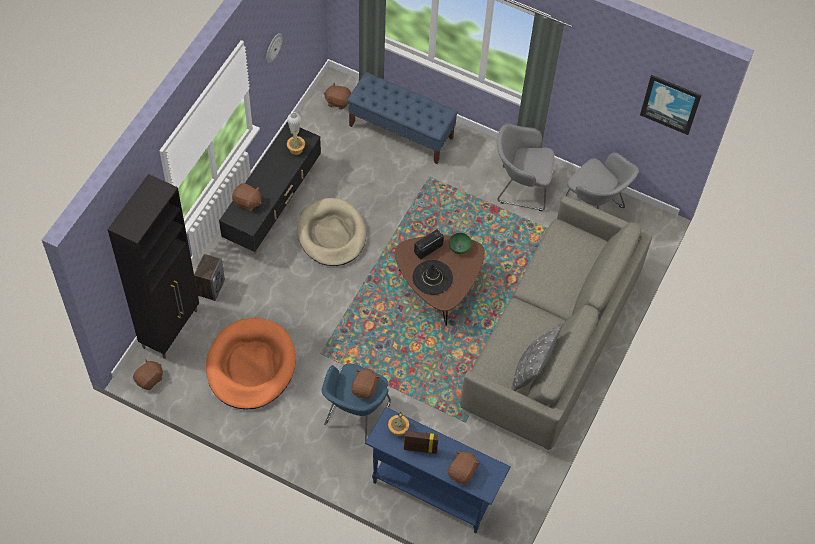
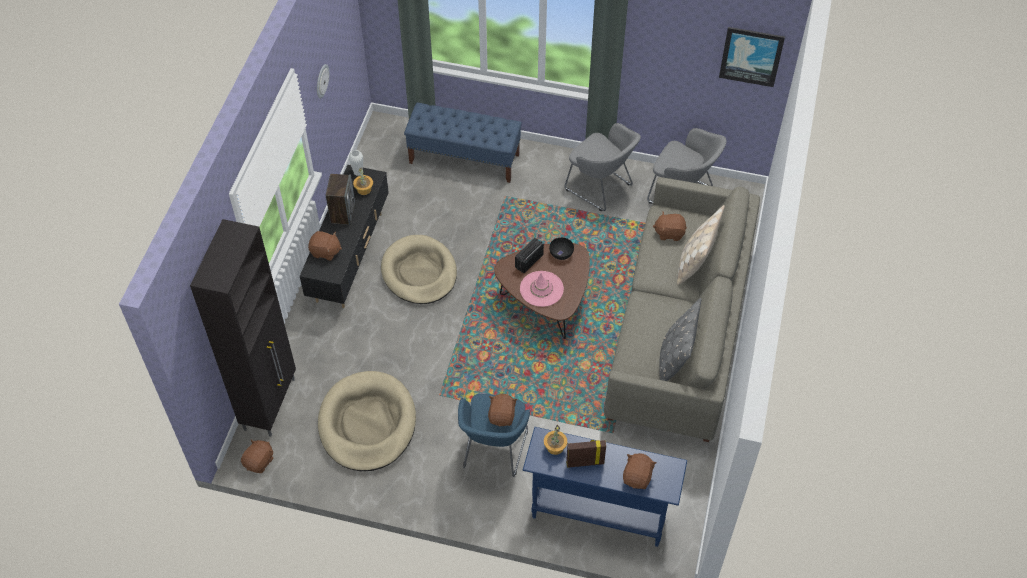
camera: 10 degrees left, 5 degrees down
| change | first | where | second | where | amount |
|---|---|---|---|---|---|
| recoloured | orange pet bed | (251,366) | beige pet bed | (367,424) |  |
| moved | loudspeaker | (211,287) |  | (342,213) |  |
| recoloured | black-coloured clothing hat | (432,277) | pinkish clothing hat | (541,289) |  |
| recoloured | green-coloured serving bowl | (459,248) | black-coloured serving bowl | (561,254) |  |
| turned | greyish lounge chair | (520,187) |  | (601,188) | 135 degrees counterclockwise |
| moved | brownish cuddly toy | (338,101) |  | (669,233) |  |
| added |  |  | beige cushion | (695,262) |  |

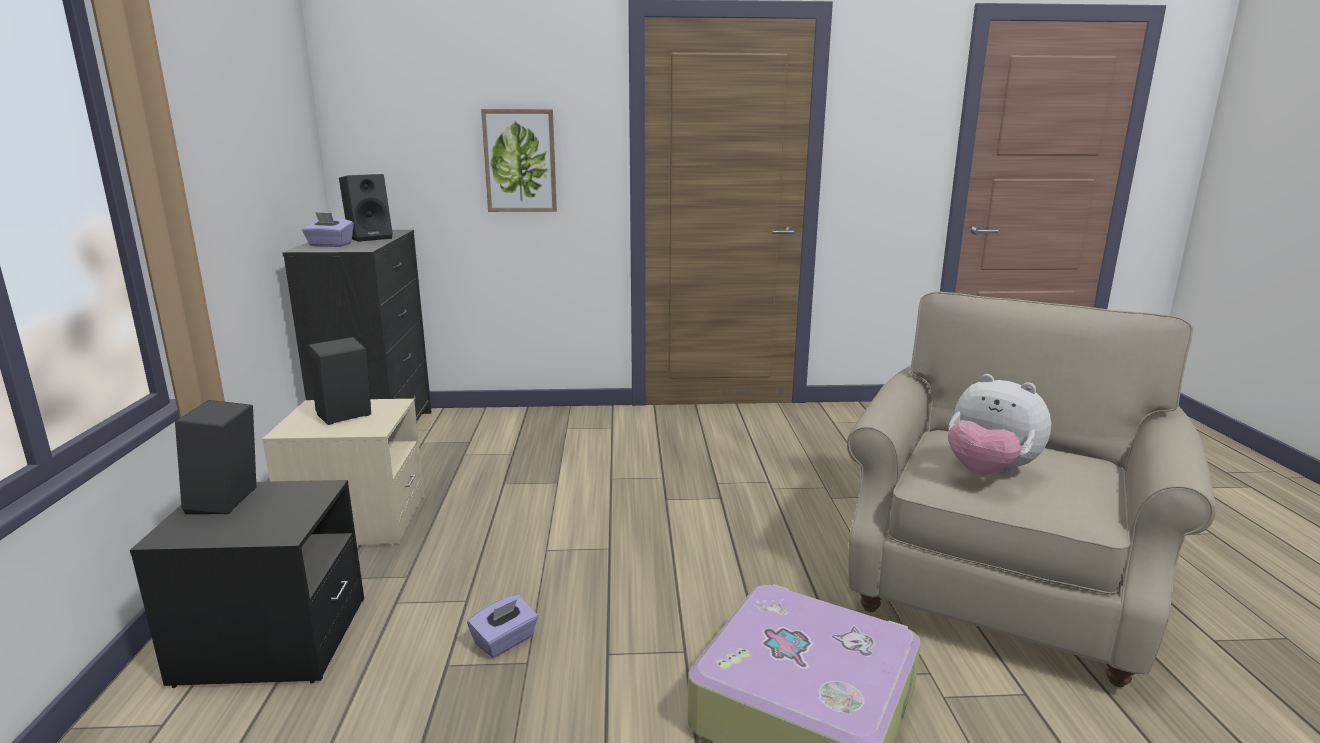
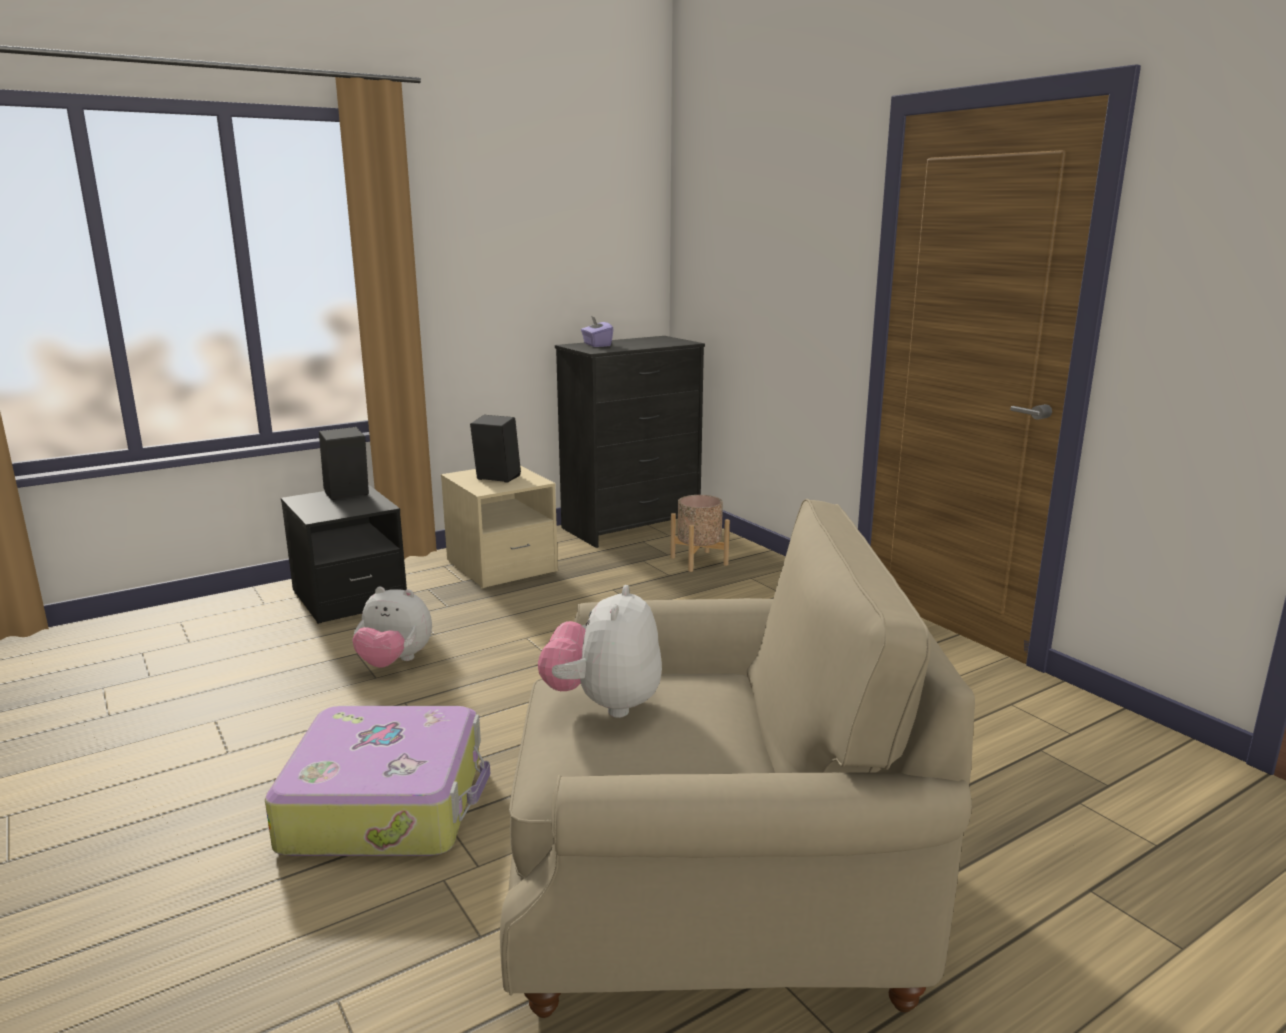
camera: 60 degrees right, 0 degrees up
| change | first | where | second | where | amount |
|---|---|---|---|---|---|
| replaced | purple-coloured tissue holder | (505,641) | cuddly toy | (394,662) |  |
| added |  |  | beige flower pot | (698,561) |  |
| removed | black-coloured loudspeaker | (370,238) |  |  |  |
| removed | wall picture | (520,161) |  |  |  |

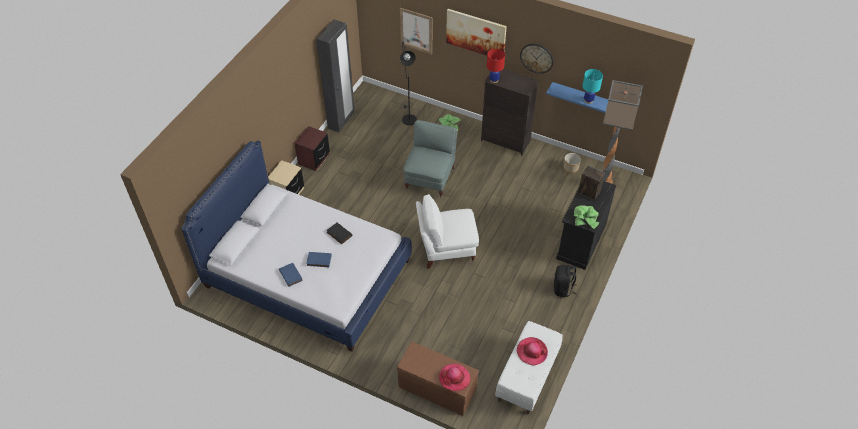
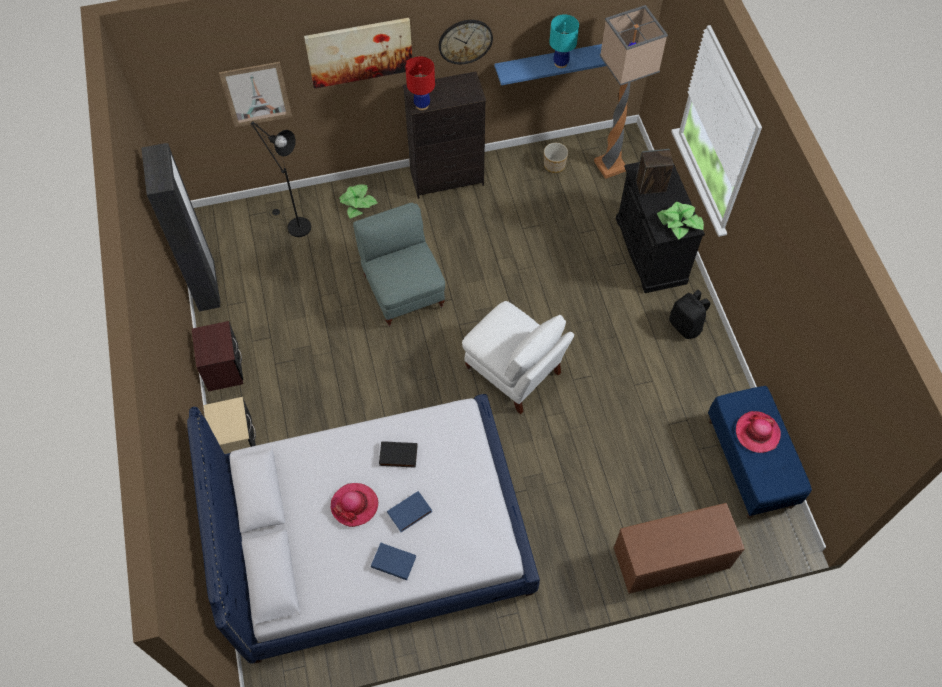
camera: 40 degrees left, 10 degrees up
| change | first | where | second | where | amount |
|---|---|---|---|---|---|
| moved | clothing hat | (454,378) |  | (354,505) |  |
| turned | whitish lounge chair | (446,249) |  | (514,372) | 90 degrees counterclockwise |
| recoloured | whitish indoor bench | (527,377) | blue indoor bench | (750,463) |  |

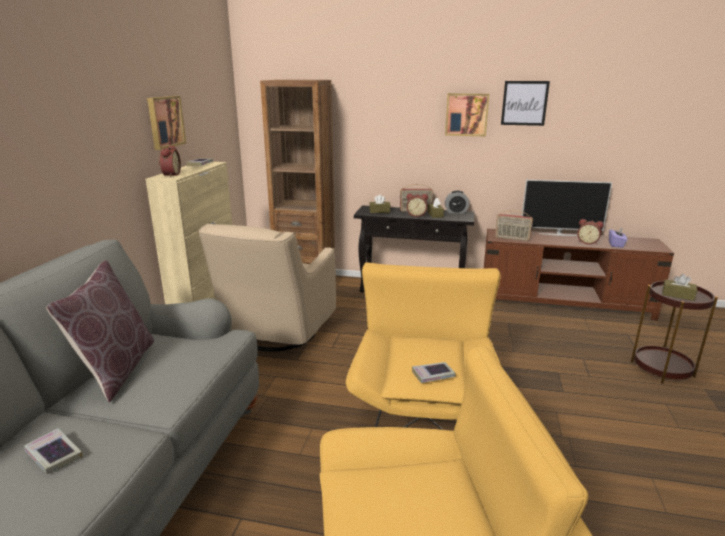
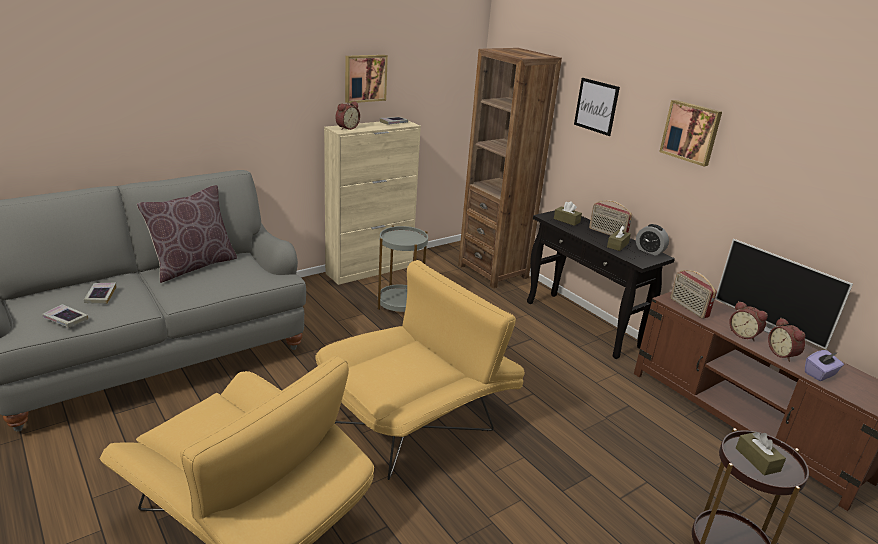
camera: 40 degrees right, 5 degrees up
| change | first | where | second | where | amount |
|---|---|---|---|---|---|
| moved | bound book | (433,375) |  | (65,319) |  |
| replaced | beige lounge chair | (276,334) | greyish accent table | (400,304) |  |
| moved | wall picture | (524,103) |  | (596,106) |  |
| moved | alarm clock | (416,215) |  | (744,334) |  |

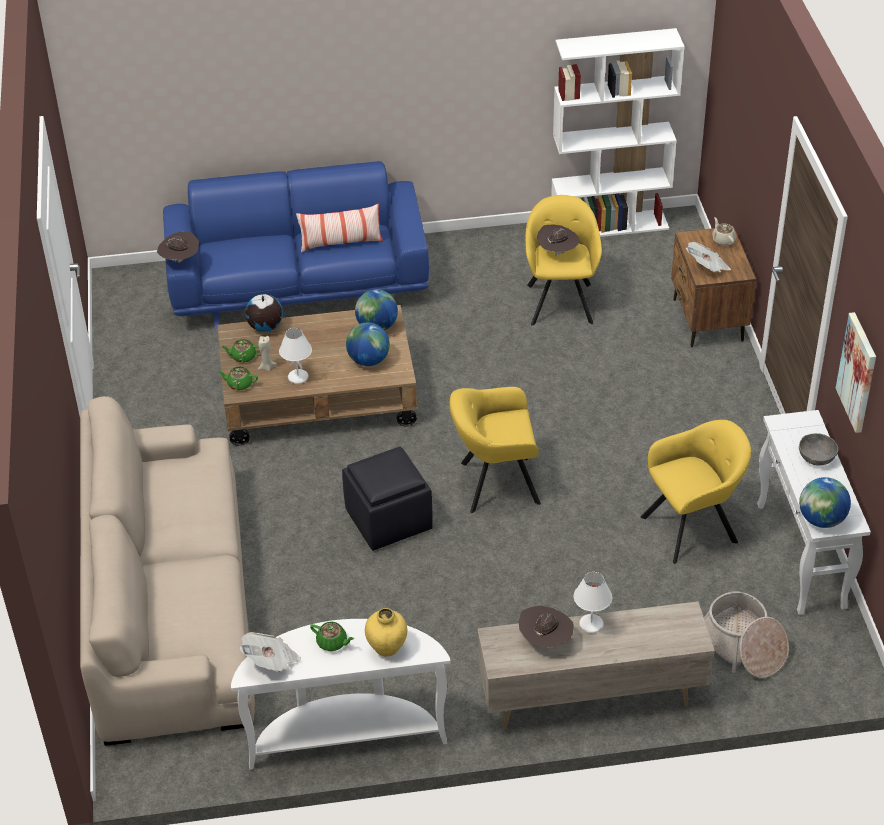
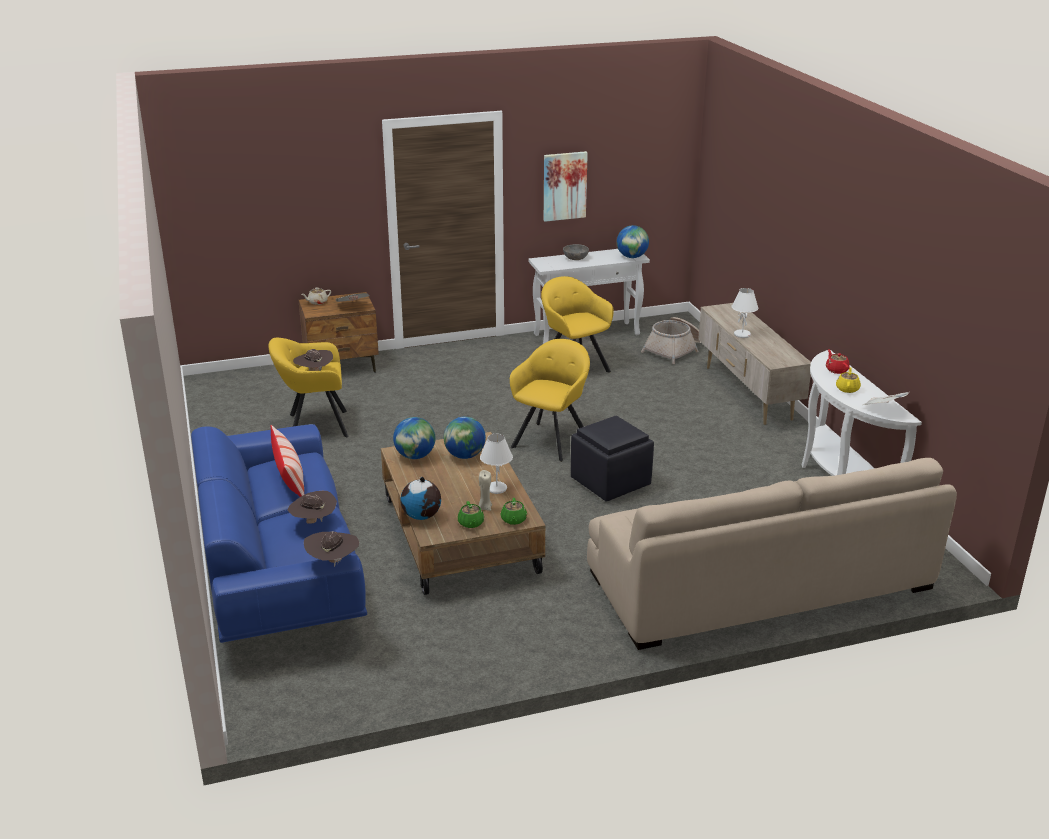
camera: 100 degrees left, 15 degrees down
| change | first | where | second | where | amount |
|---|---|---|---|---|---|
| moved | brownish clothing hat | (545,640) |  | (313,522) |  |
| turned | yellow lounge chair | (495,483) |  | (552,439) | 135 degrees counterclockwise |
| replaced | yellow flower vase | (387,648) | reddish tea pot | (836,370) |  |
| recoloured | green-coloured tea pot | (332,642) | yellow tea pot | (847,389) |  |
| removed | whitish bookcase | (610,225) |  |  |  |

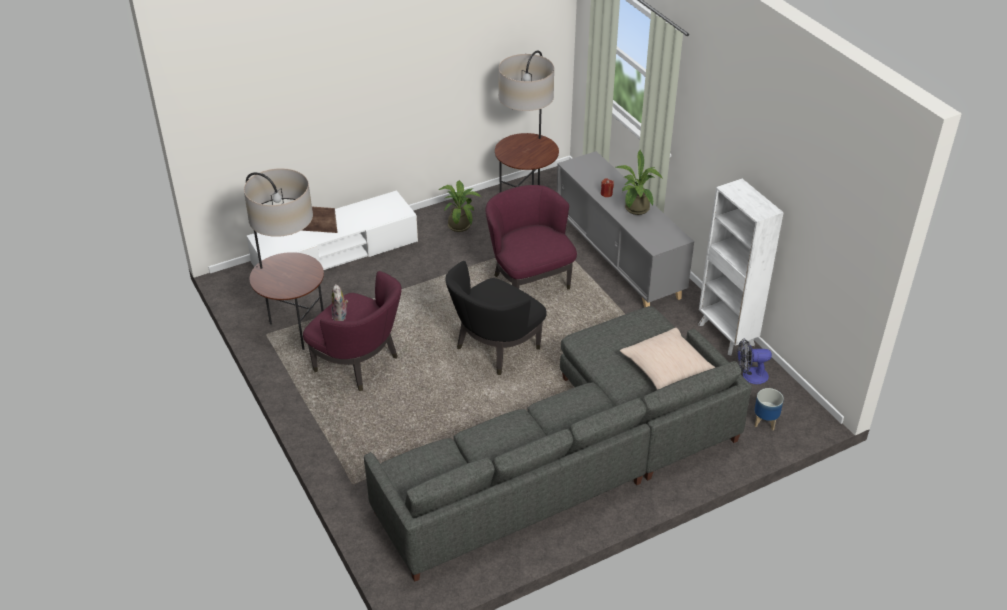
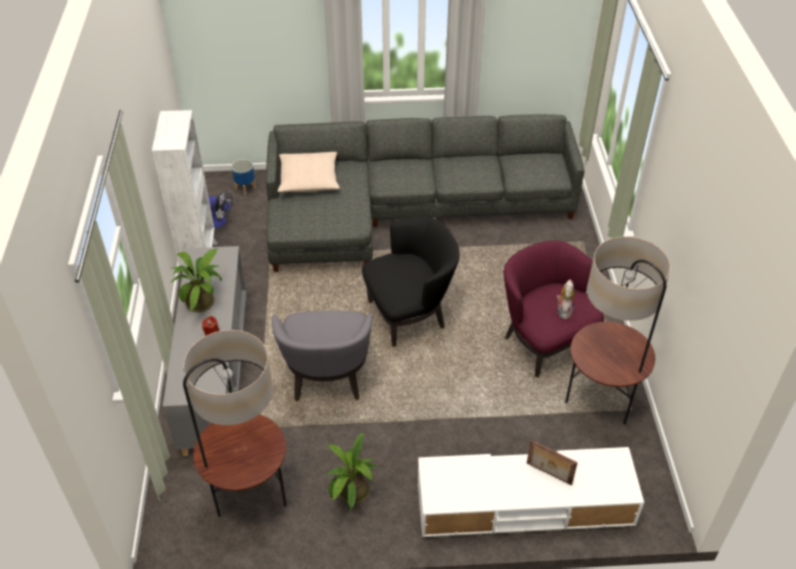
camera: 155 degrees left, 5 degrees up
| change | first | where | second | where | amount |
|---|---|---|---|---|---|
| recoloured | purple-coloured lounge chair | (529,281) | greyish lounge chair | (327,379) |  |

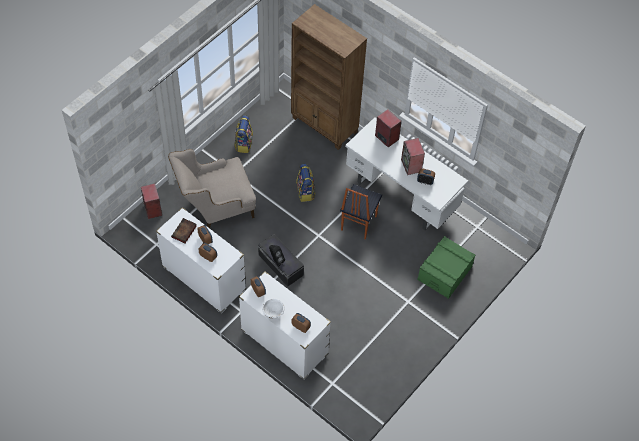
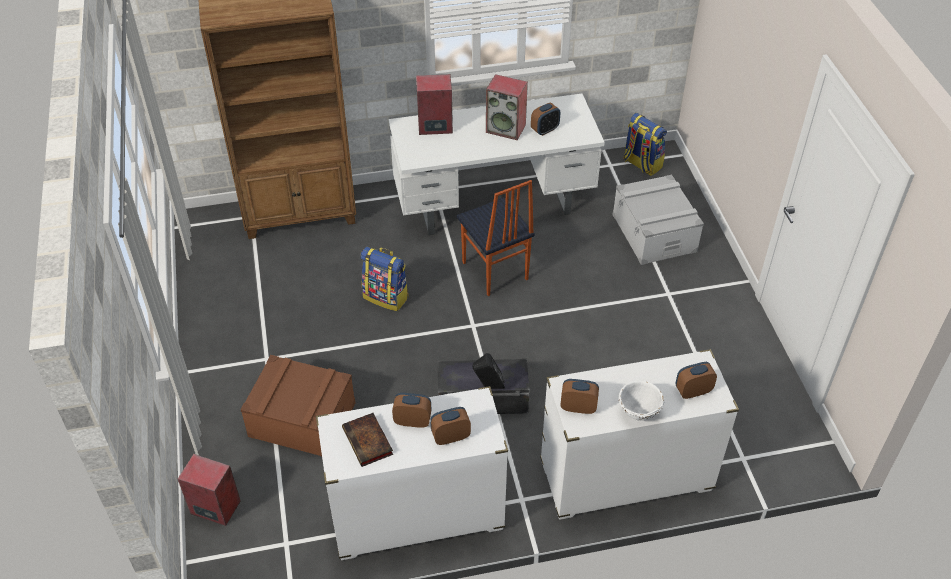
camera: 50 degrees left, 10 degrees down
| change | first | where | second | where | amount |
|---|---|---|---|---|---|
| replaced | beige lounge chair | (215,208) | brownish storage bin | (302,419) |  |
| recoloured | green-coloured storage bin | (444,273) | greyish storage bin | (654,233) |  |
| moved | knapsack | (243,143) |  | (641,164) |  |

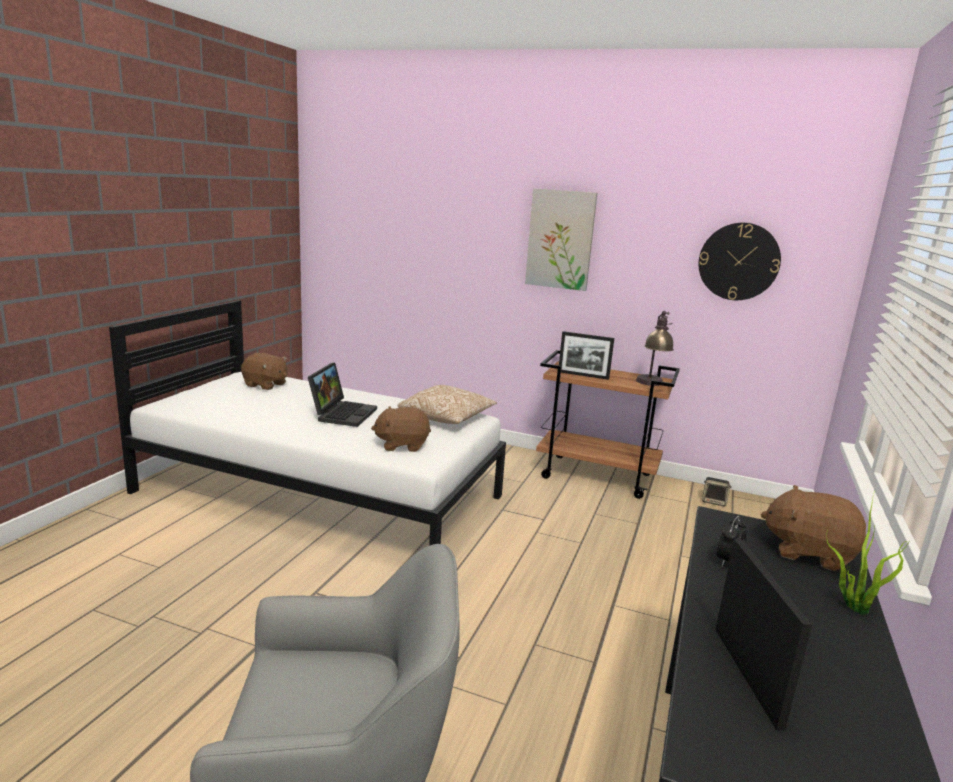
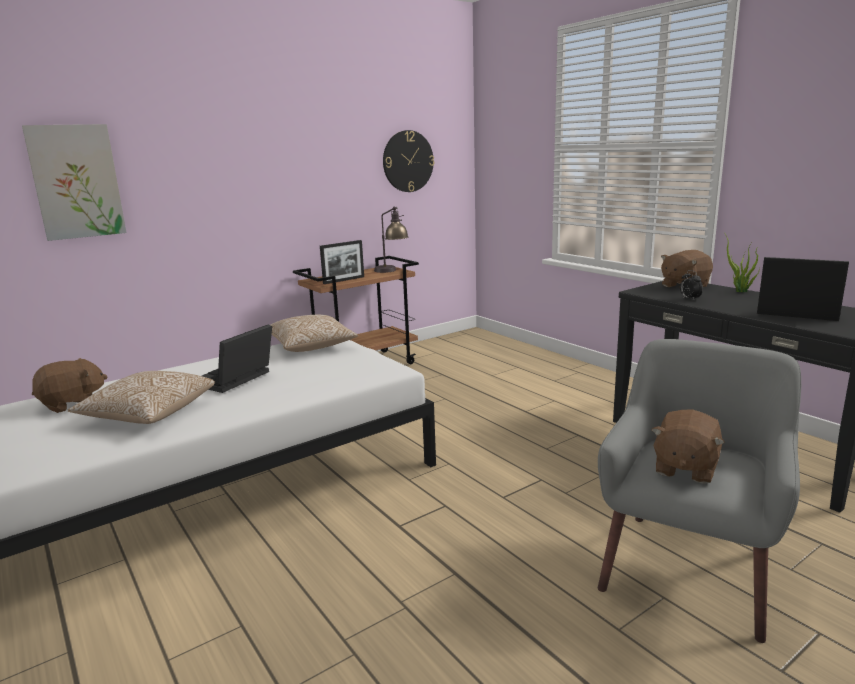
camera: 55 degrees left, 0 degrees up
| change | first | where | second | where | amount |
|---|---|---|---|---|---|
| moved | wall picture | (560,239) |  | (76,182) |  |
| added |  |  | cushion | (148,414) |  |
| turned | portable computer | (342,413) |  | (234,380) | 105 degrees counterclockwise |
| moved | brownish cuddly toy | (402,445) |  | (684,468) |  |
| removed | loudspeaker | (714,502) |  |  |  |

